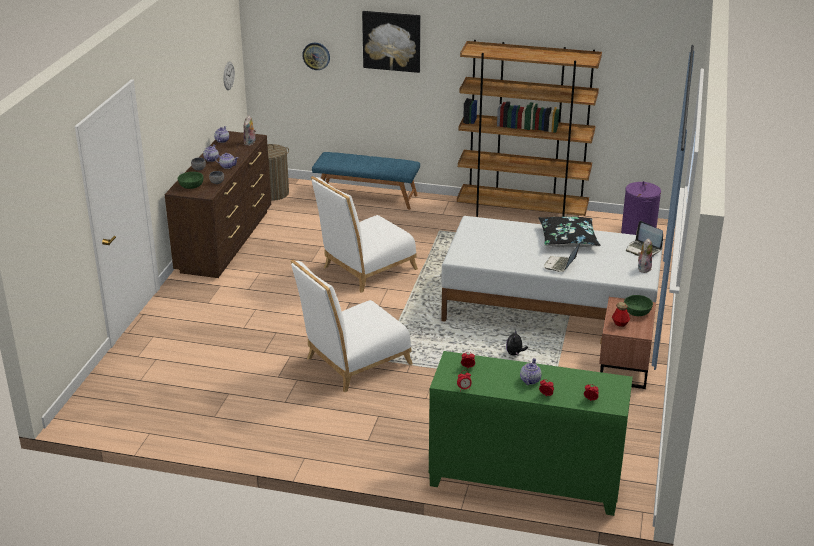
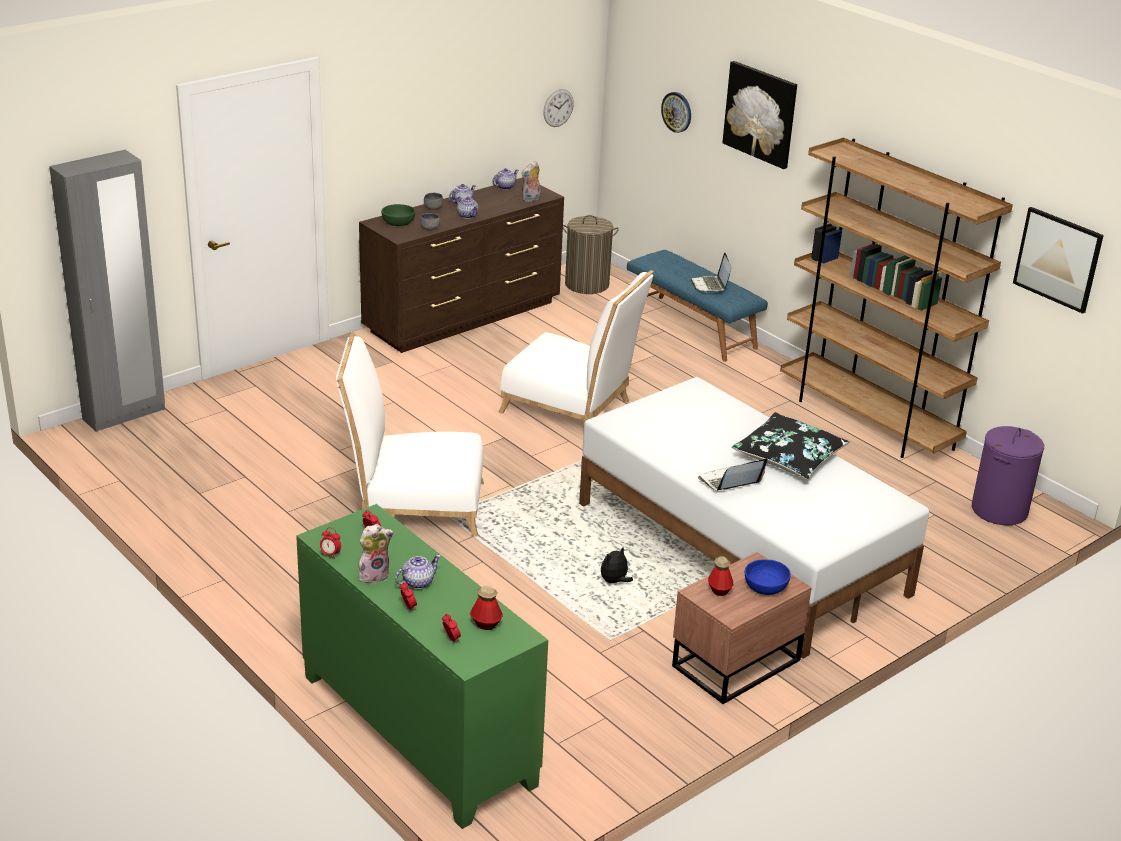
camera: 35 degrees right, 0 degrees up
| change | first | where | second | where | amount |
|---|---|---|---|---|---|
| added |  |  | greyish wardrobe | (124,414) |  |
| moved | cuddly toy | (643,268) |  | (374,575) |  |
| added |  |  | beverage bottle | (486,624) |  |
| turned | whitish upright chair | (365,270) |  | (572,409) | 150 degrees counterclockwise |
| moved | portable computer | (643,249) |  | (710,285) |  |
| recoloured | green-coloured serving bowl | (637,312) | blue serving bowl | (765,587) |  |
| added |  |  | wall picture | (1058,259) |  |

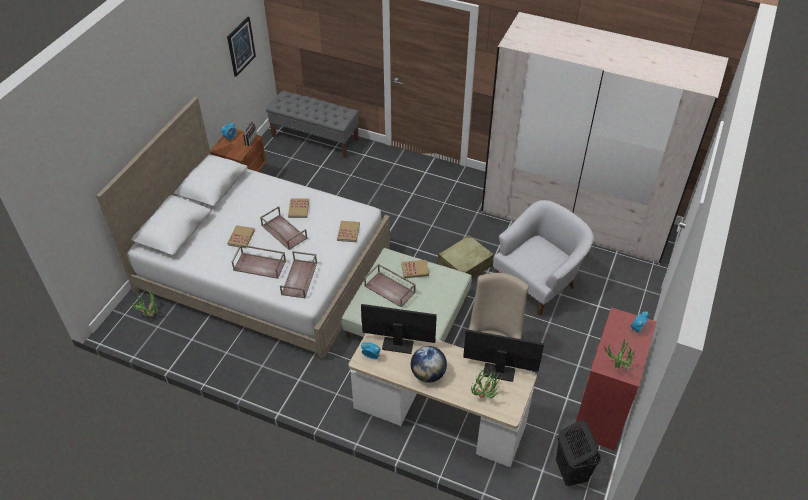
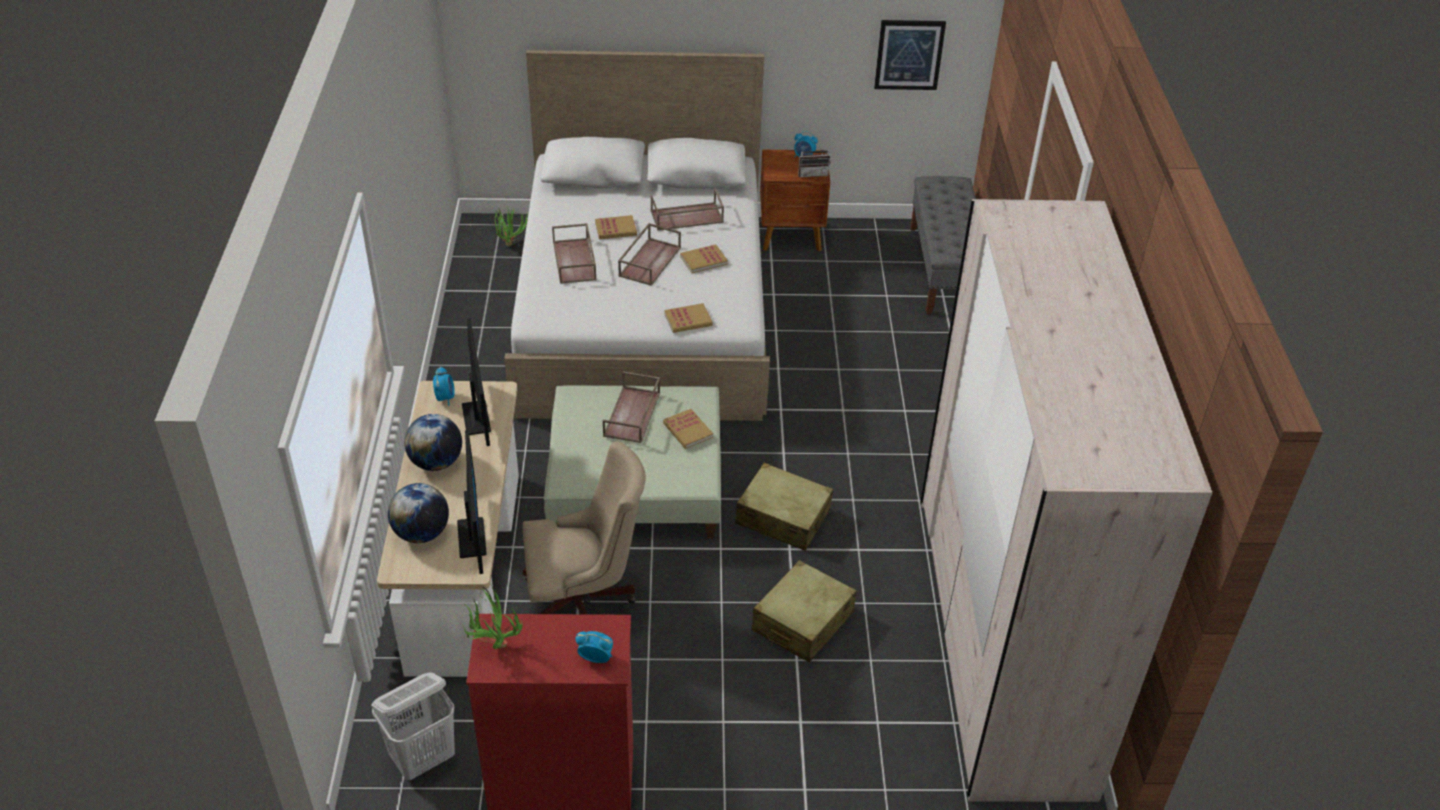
camera: 65 degrees right, 5 degrees down
| change | first | where | second | where | amount |
|---|---|---|---|---|---|
| recoloured | black-coloured laundry basket | (571,471) | whitish laundry basket | (424,758) |  |
| replaced | potted plant | (485,395) | desk globe | (421,533) |  |
| moved | brownish serving tray | (299,279) |  | (686,217) |  |
| replaced | whitish lounge chair | (537,283) | beige travel case | (802,622) |  |

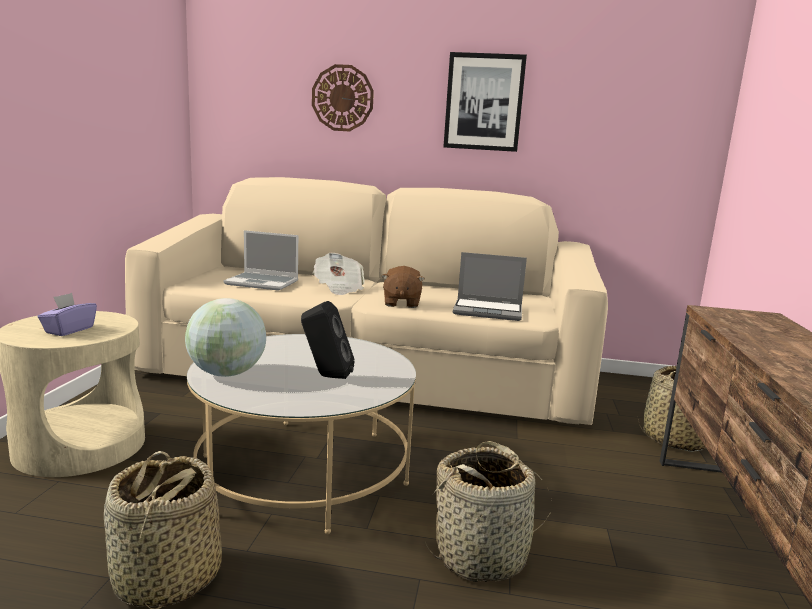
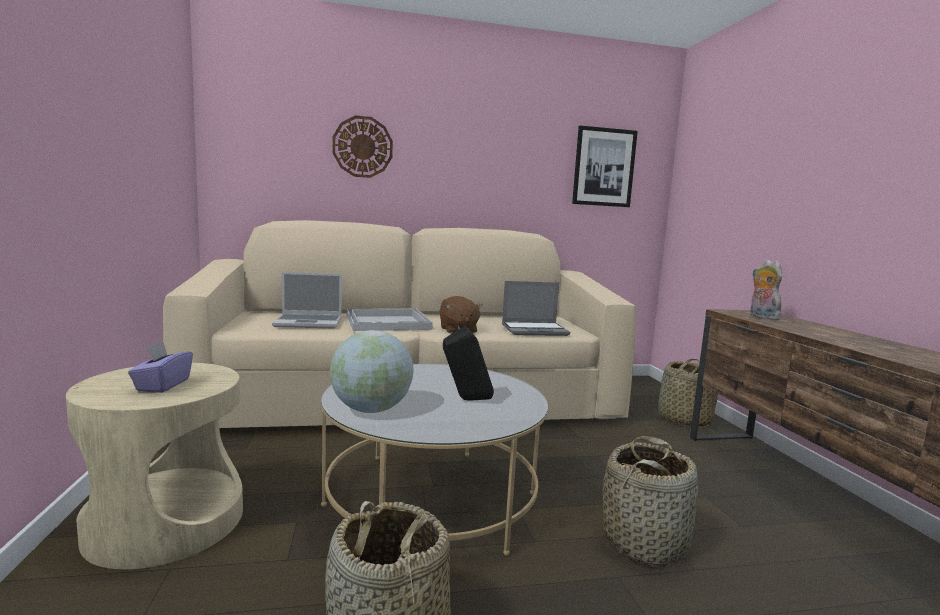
camera: 20 degrees left, 5 degrees down
| change | first | where | second | where | amount |
|---|---|---|---|---|---|
| replaced | printed paper | (338,288) | whitish serving tray | (388,322) |  |
| moved | wall picture | (484,102) |  | (603,167) |  |
| added |  |  | cuddly toy | (761,317) |  |

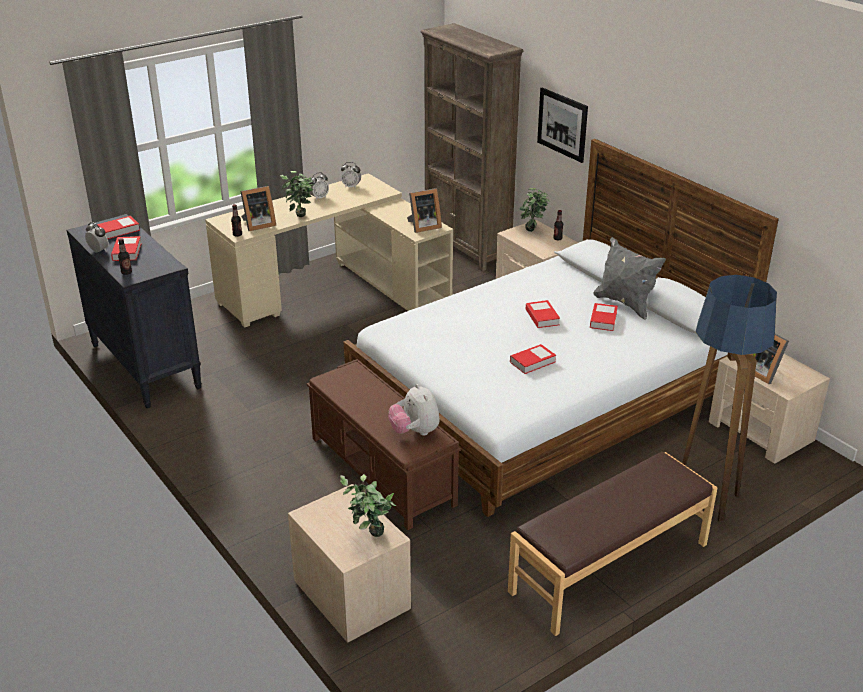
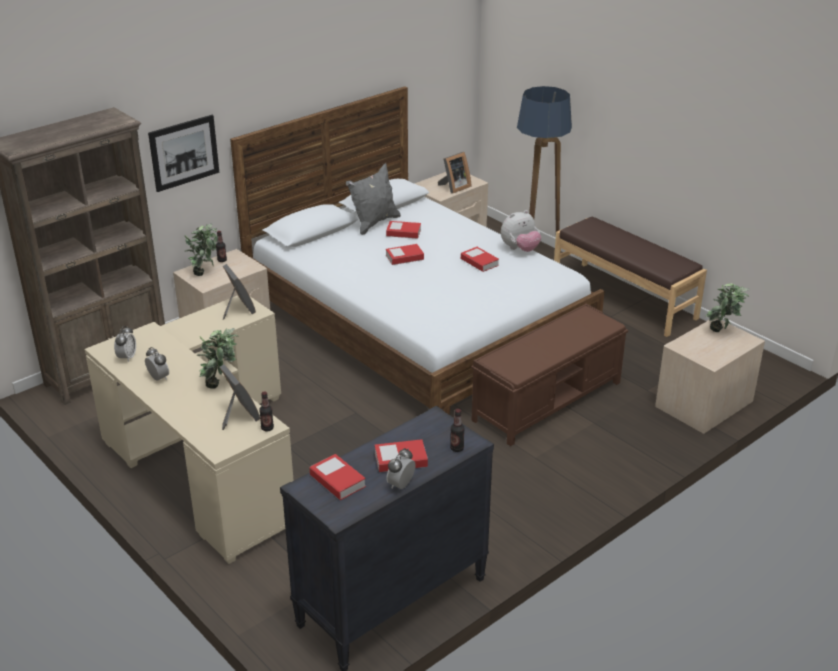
camera: 95 degrees left, 0 degrees up
| change | first | where | second | where | amount |
|---|---|---|---|---|---|
| moved | cuddly toy | (415,432) |  | (520,249) |  |

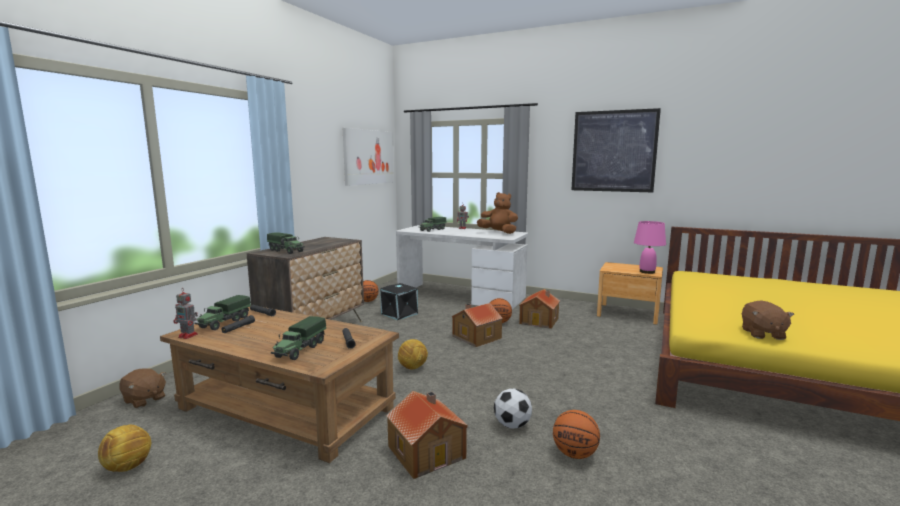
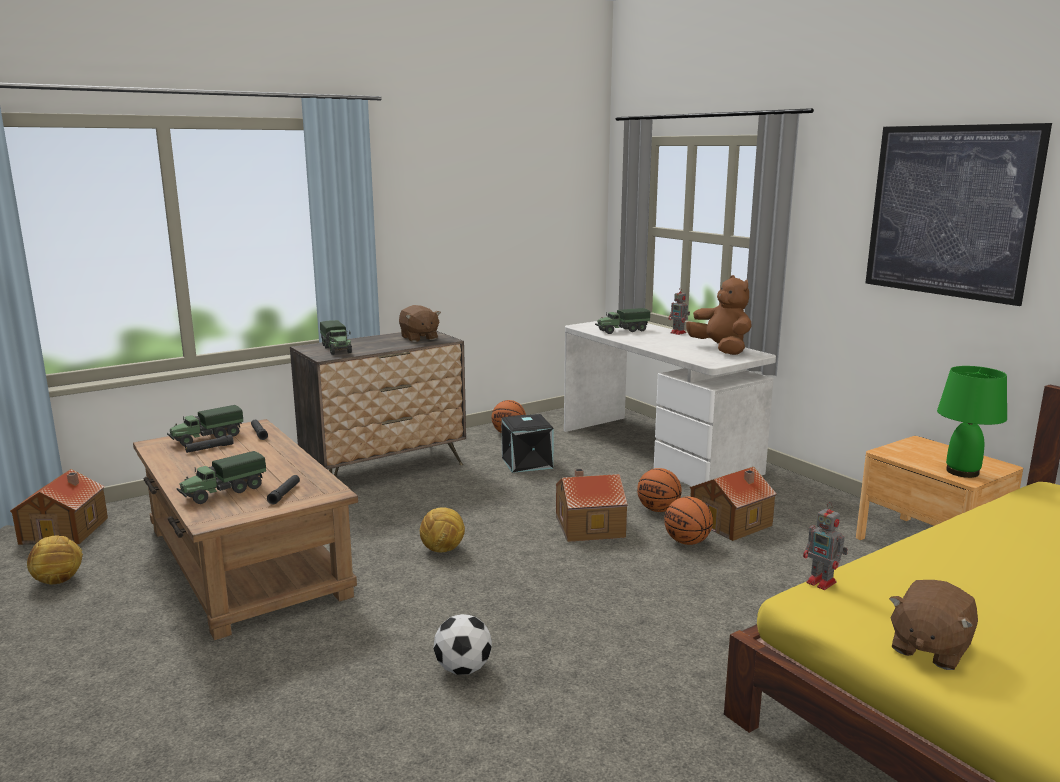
camera: 30 degrees right, 5 degrees up
| change | first | where | second | where | amount |
|---|---|---|---|---|---|
| moved | miniature house | (427,451) |  | (66,530) |  |
| moved | brownish cuddly toy | (144,400) |  | (419,338) |  |
| moved | basketball | (574,454) |  | (687,542) |  |
| moved | robot figure | (188,336) |  | (822,583) |  |
| recoloured | pinkish table lamp | (647,272) | green-coloured table lamp | (963,472) |  |
| removed | wall picture | (369,157) |  |  |  |

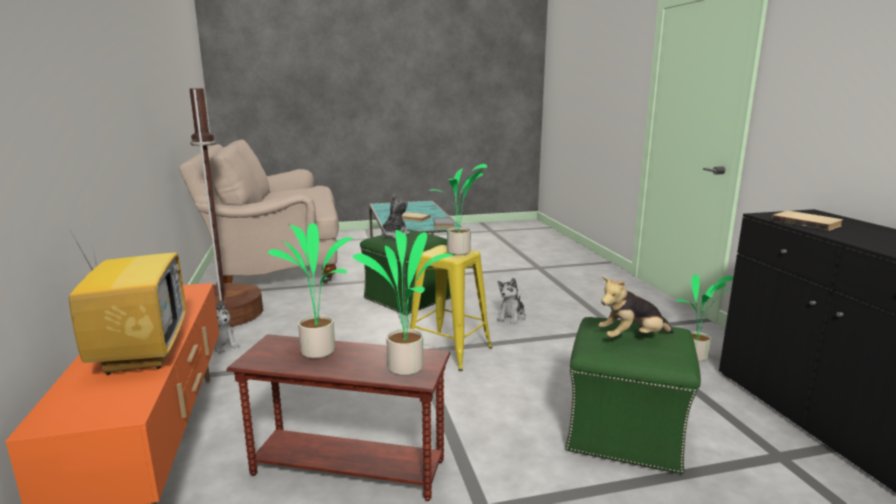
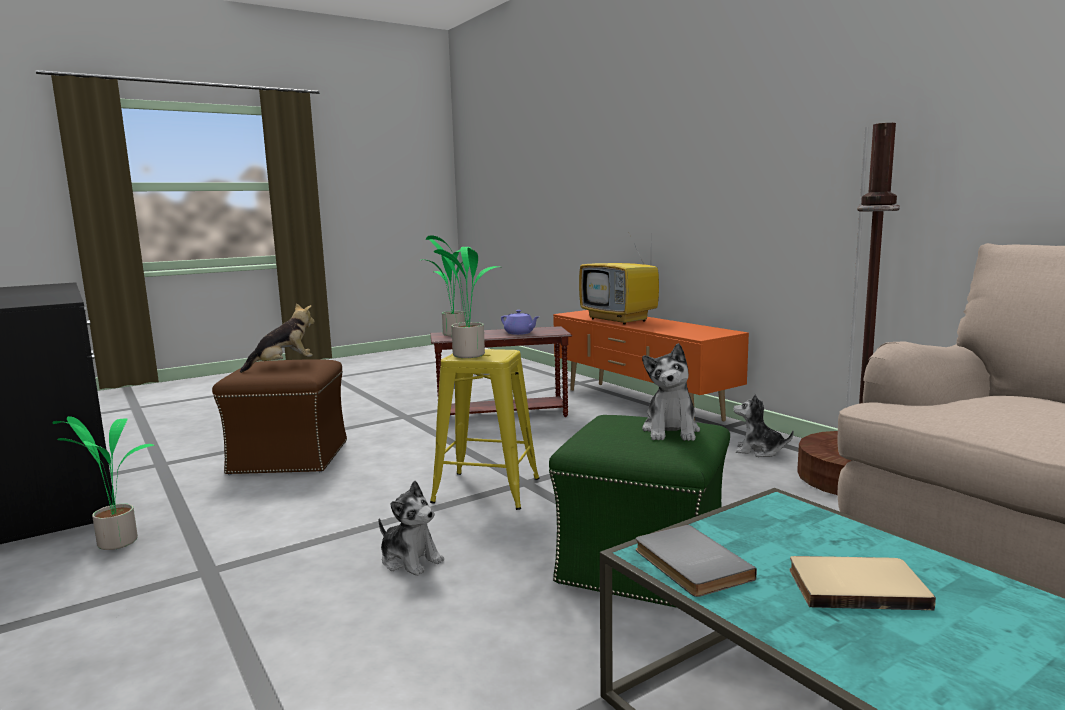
camera: 160 degrees right, 5 degrees down
| change | first | where | second | where | amount |
|---|---|---|---|---|---|
| recoloured | green-coloured pouffe | (626,432) | brownish pouffe | (288,457) |  |
| turned | cuddly toy | (511,317) |  | (410,560) | 120 degrees clockwise |
| replaced | potted plant | (319,350) | purple-coloured tea pot | (520,333) |  |
| removed | beige bound book | (807,223) |  |  |  |

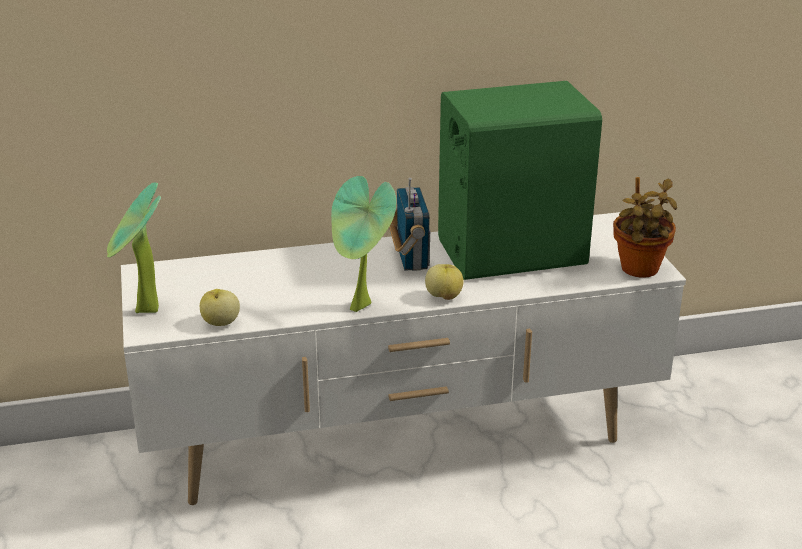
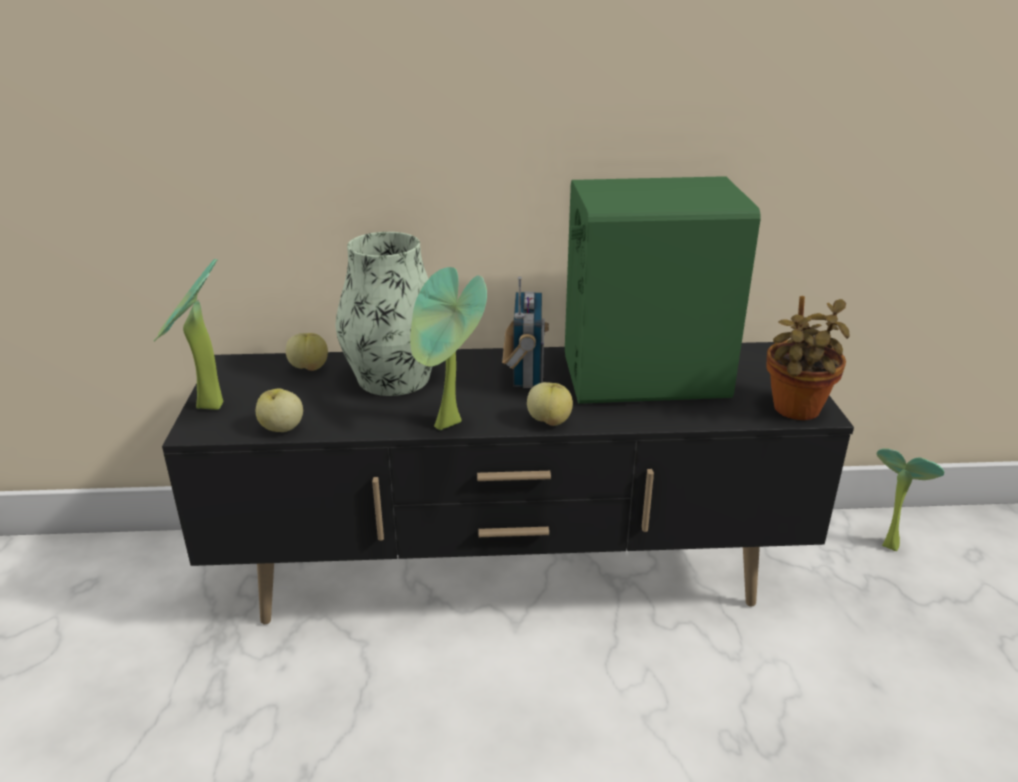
camera: 10 degrees right, 0 degrees up
| change | first | where | second | where | amount |
|---|---|---|---|---|---|
| recoloured | whitish media console | (402,443) | black-coloured media console | (510,578) |  |
| added |  |  | apple | (309,368) |  |
| added |  |  | flower vase | (393,378) |  |
| added |  |  | potted plant | (888,542) |  |

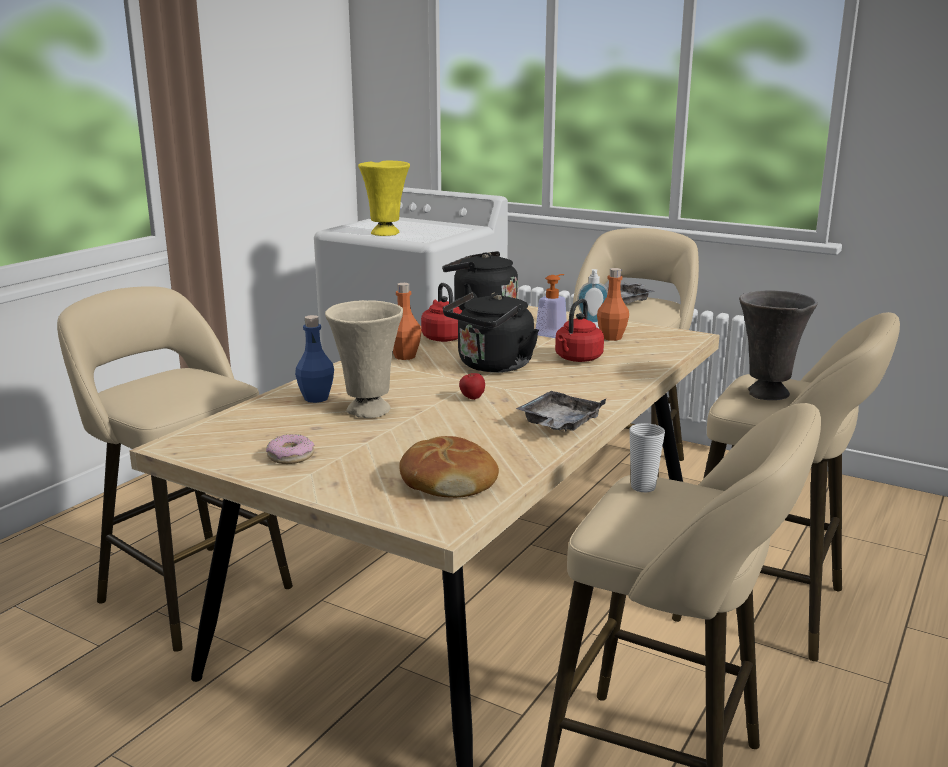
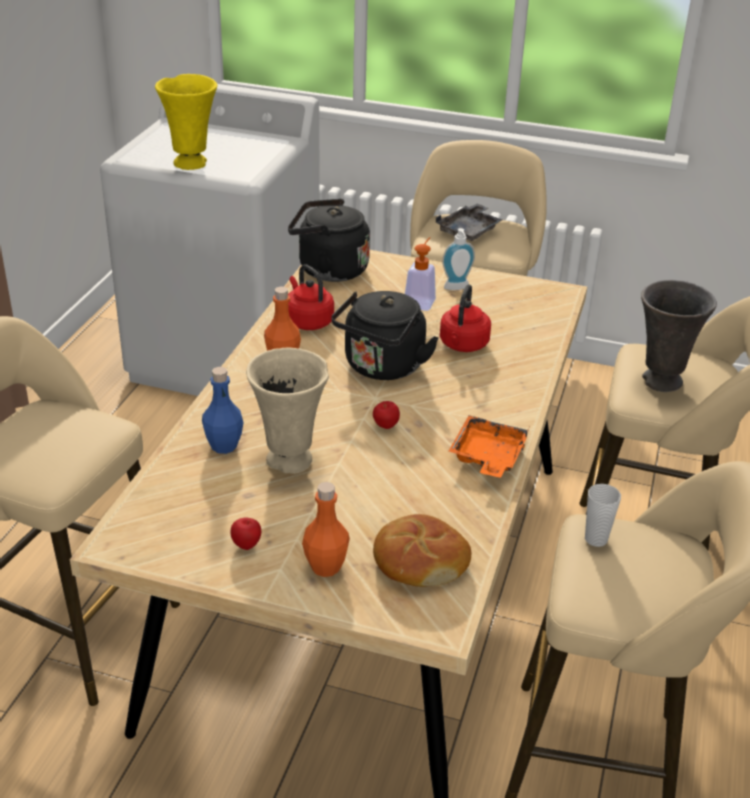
camera: 15 degrees left, 15 degrees up
| change | first | where | second | where | amount |
|---|---|---|---|---|---|
| replaced | doughnut | (291,456) | apple | (247,545) |  |
| moved | orange beverage bottle | (611,337) |  | (325,567) |  |
| recoloured | greyish serving tray | (559,423) | orange serving tray | (487,457) |  |

